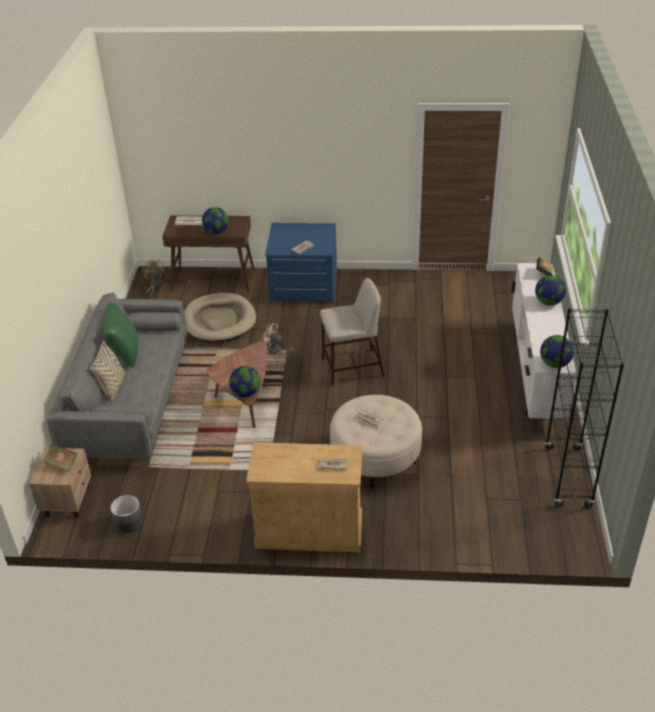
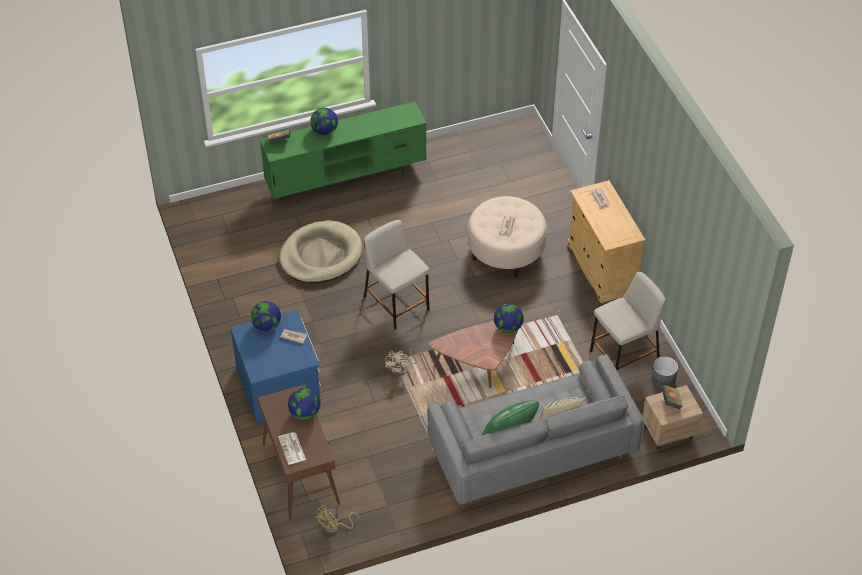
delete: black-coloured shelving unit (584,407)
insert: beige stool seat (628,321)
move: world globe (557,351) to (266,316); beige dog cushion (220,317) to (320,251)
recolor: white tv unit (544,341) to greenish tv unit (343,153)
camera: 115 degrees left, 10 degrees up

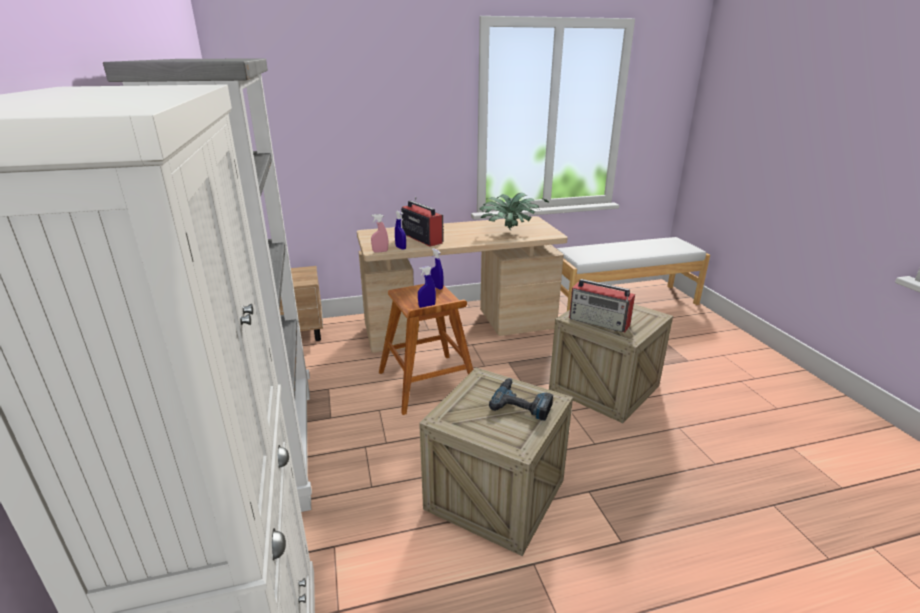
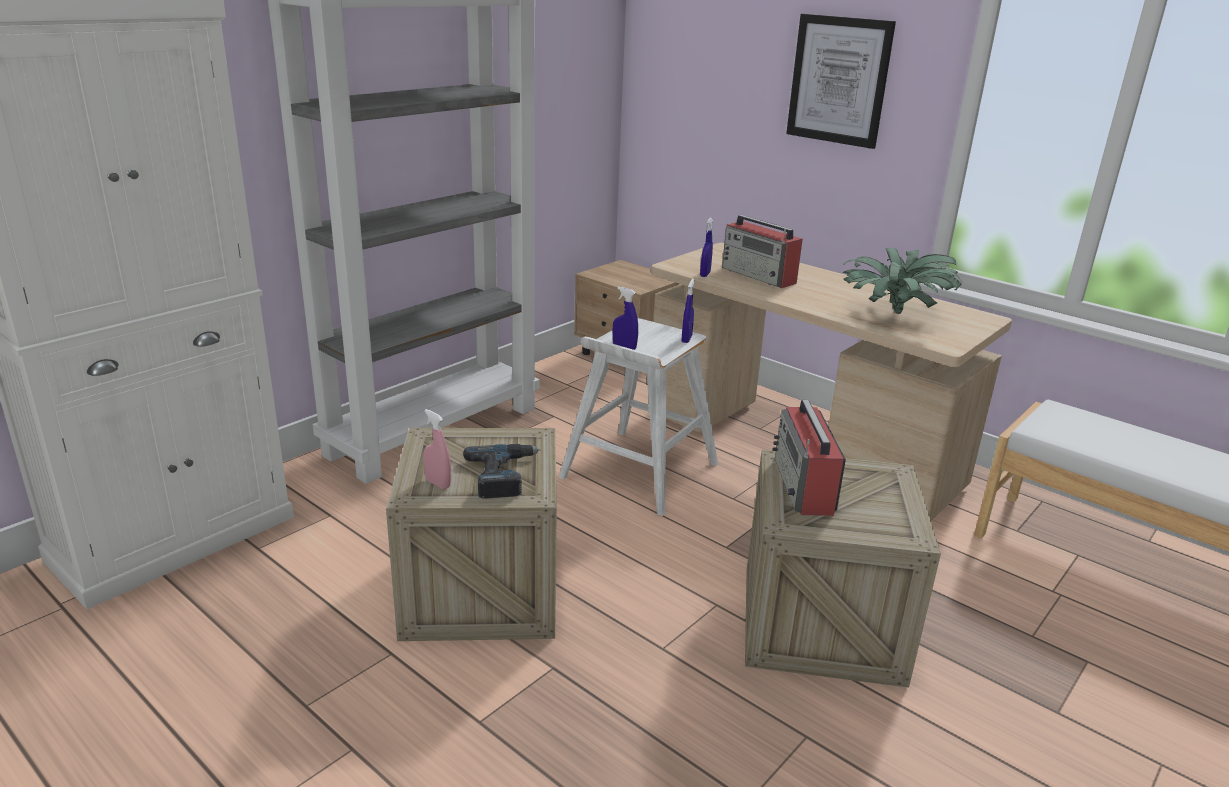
insert: wall picture (841,81)
move: pink-coloured hand sprayer (379,233) to (437,449)
recolor: brown-coloured stool seat (426,349) to white stool seat (638,417)
rotate: radio (422,222) = (762,251) 120 degrees clockwise
camera: 55 degrees right, 0 degrees up

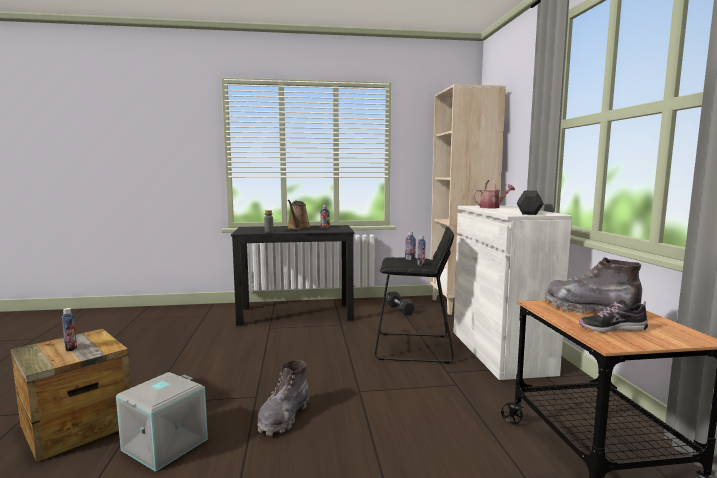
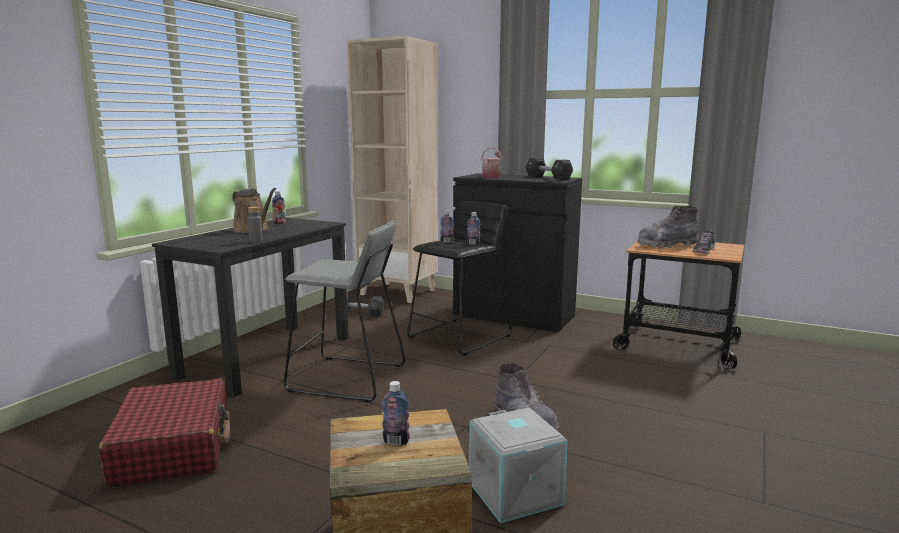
insert: reddish piece of luggage (164,432); greyish stool seat (344,312)
recolor: white cabinet (512,292) to black-coloured cabinet (517,252)
camera: 55 degrees left, 5 degrees up

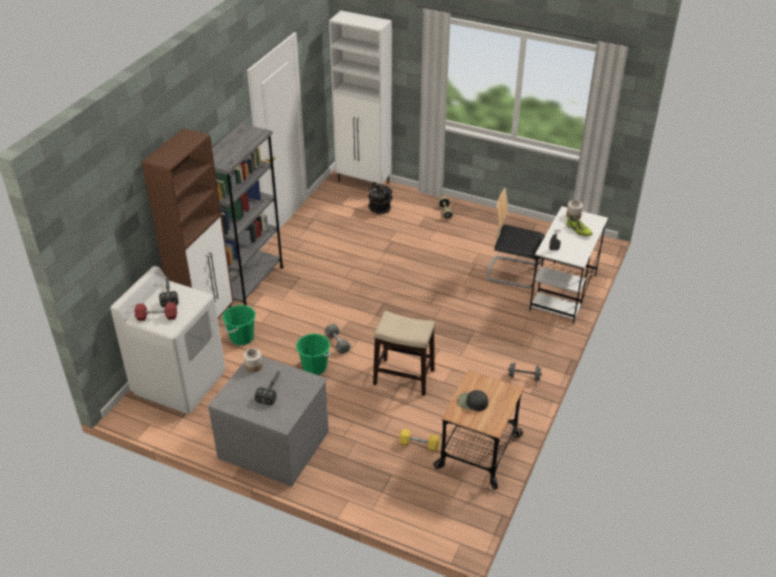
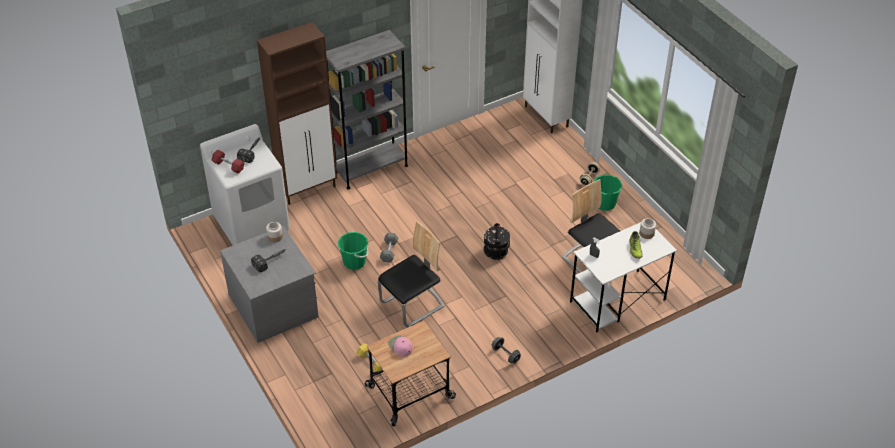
move: black-coloured pail (380,198) to (497,241); greenish pail (239,325) to (607,193)
replace: stool seat (404,353) to upright chair (411,274)
recolor: black-coloured cap (472,400) to pink-coloured cap (400,346)
camera: 35 degrees right, 5 degrees up

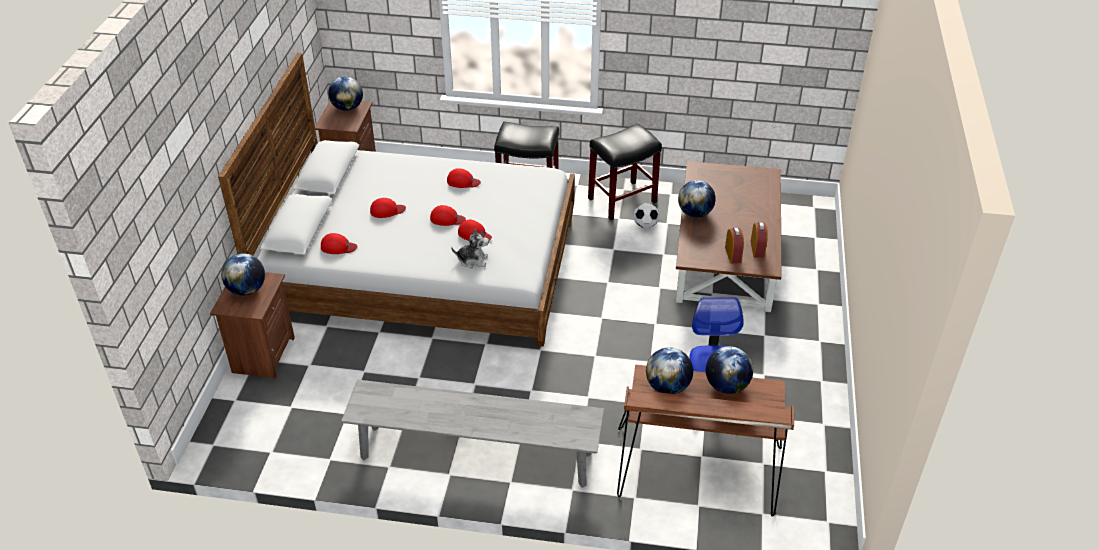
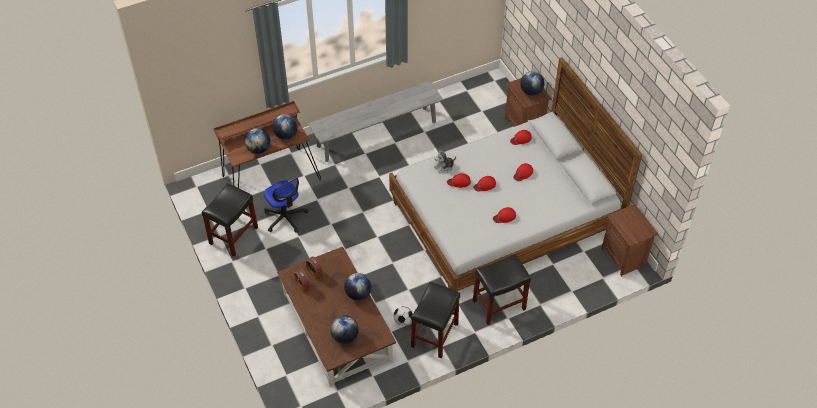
insert: black-coloured stool seat (230,219)
move: world globe (345,93) to (344,329)
camera: 145 degrees right, 10 degrees up

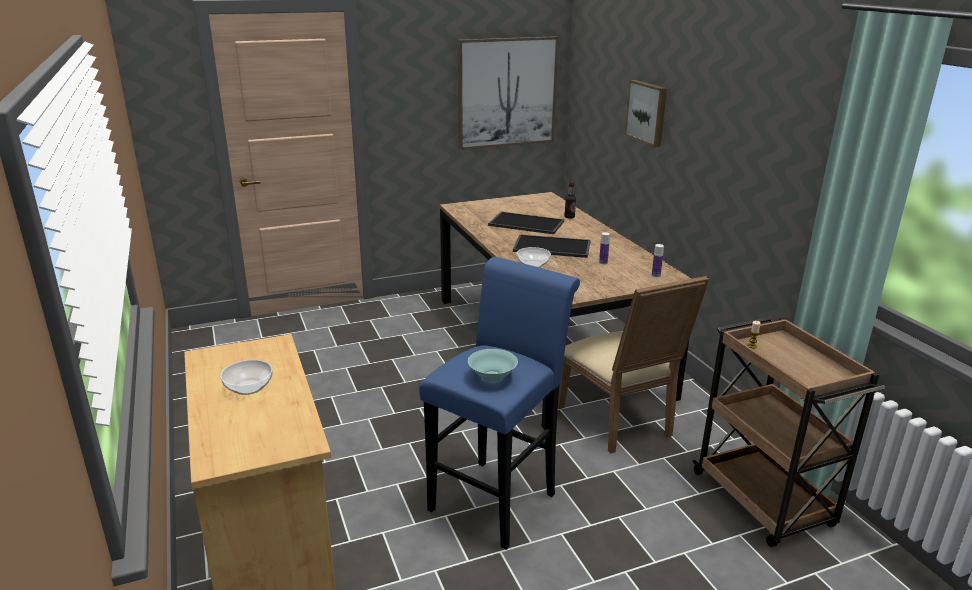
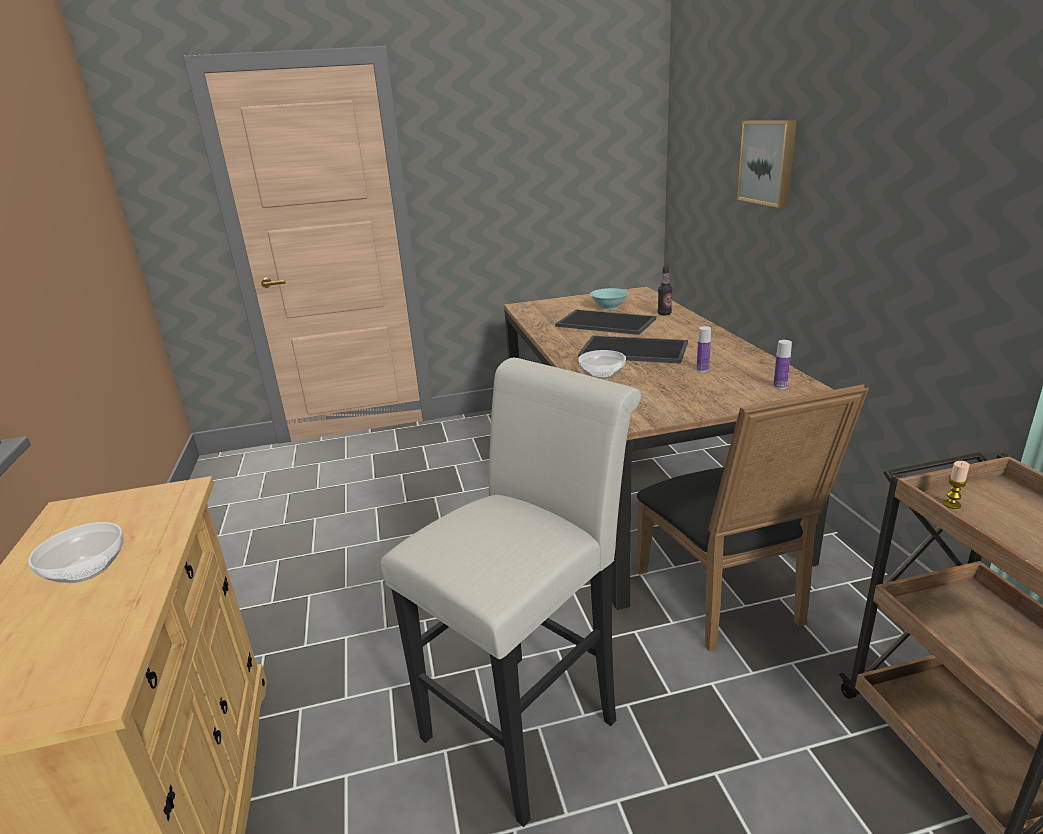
delete: wall picture (508,93)
move: blue-green bowl (493,366) to (609,299)
recolor: bluish stool seat (499,403) to white stool seat (510,592); beige upright chair (634,364) to black-coloured upright chair (753,517)
camera: 10 degrees right, 0 degrees up

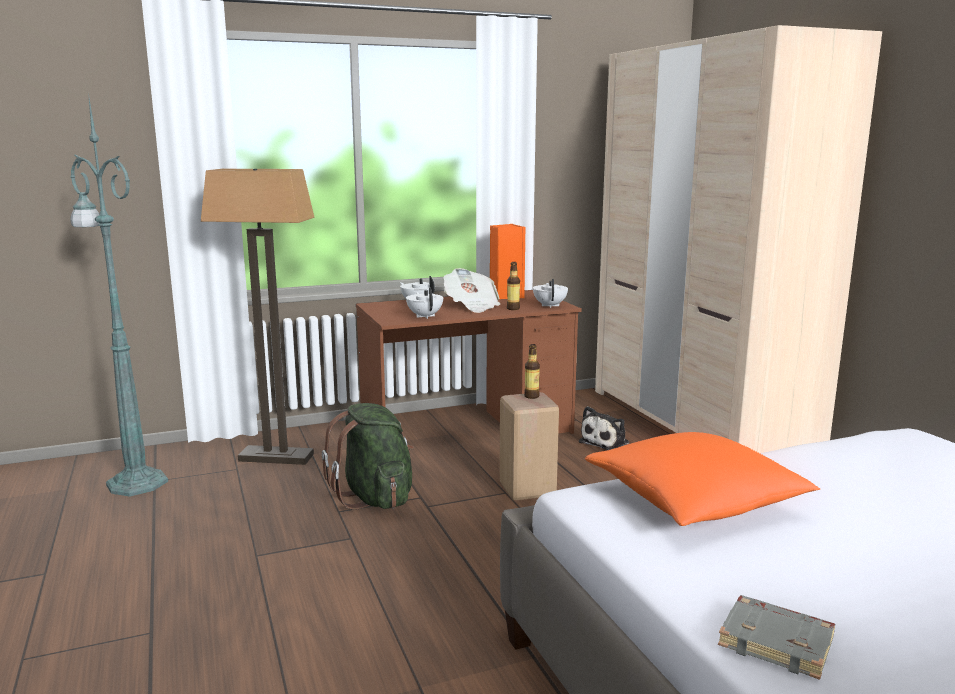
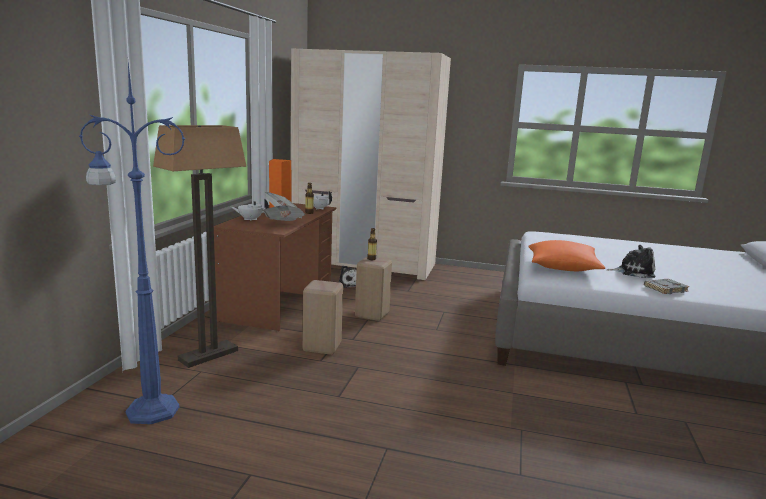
insert: soft toy (631,261)
replace: white pot for tea (424,303) to daily paper (283,213); greenish knapsack (368,456) to beige stool seat (323,317)
recolor: greenish standard lamp (119,295) to bluish standard lamp (132,243)
camera: 55 degrees left, 0 degrees up

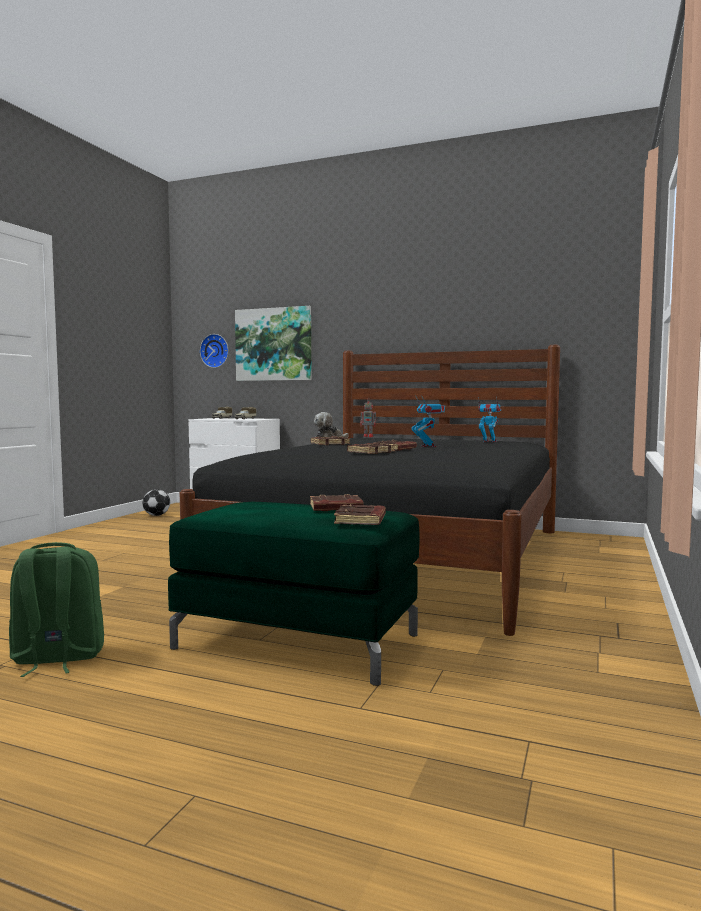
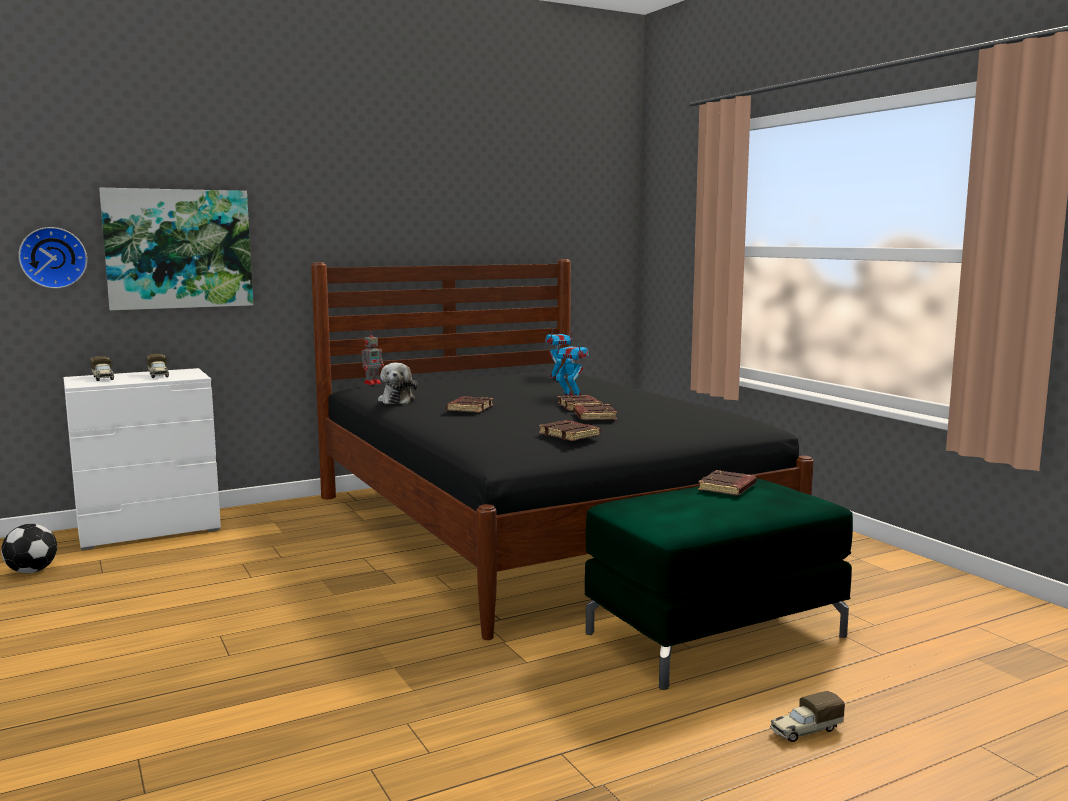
delete: greenish knapsack (56,609)
insert: model truck (807,716)
move: brown-coloured volume (360,514) to (570,430)
camera: 50 degrees left, 5 degrees up

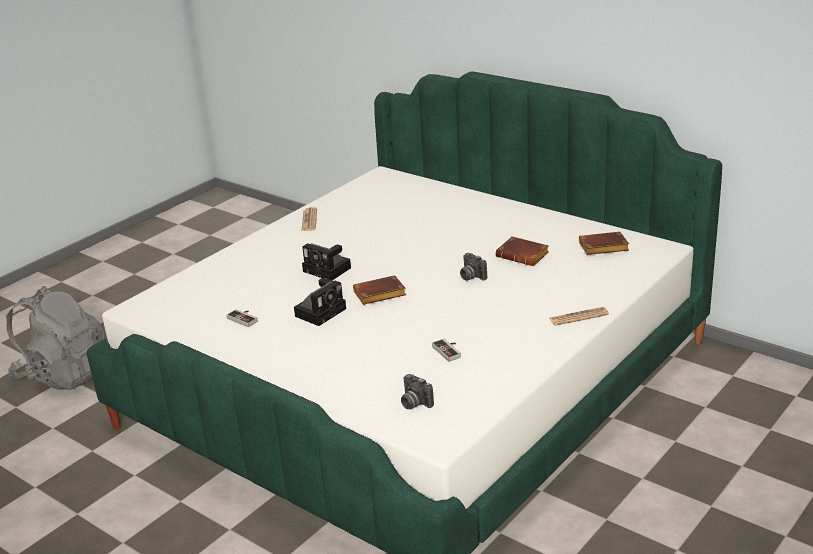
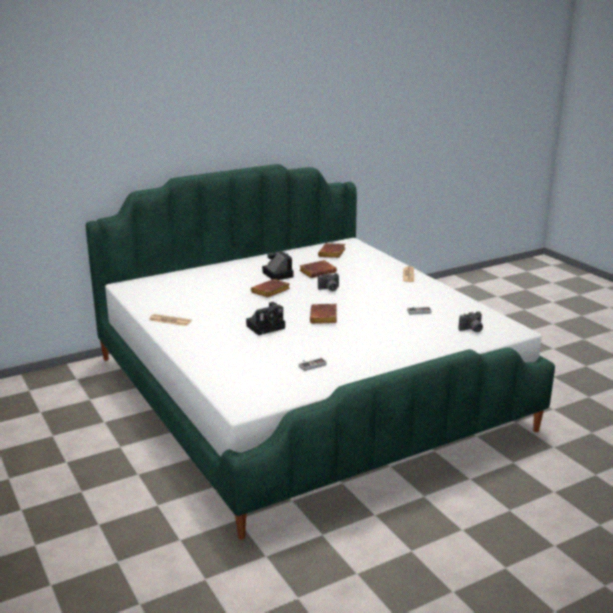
delete: greyish knapsack (55,338)
insert: brown-coloured volume (270,288)
move: still camera (320,302) to (278,265)
camera: 70 degrees left, 5 degrees down

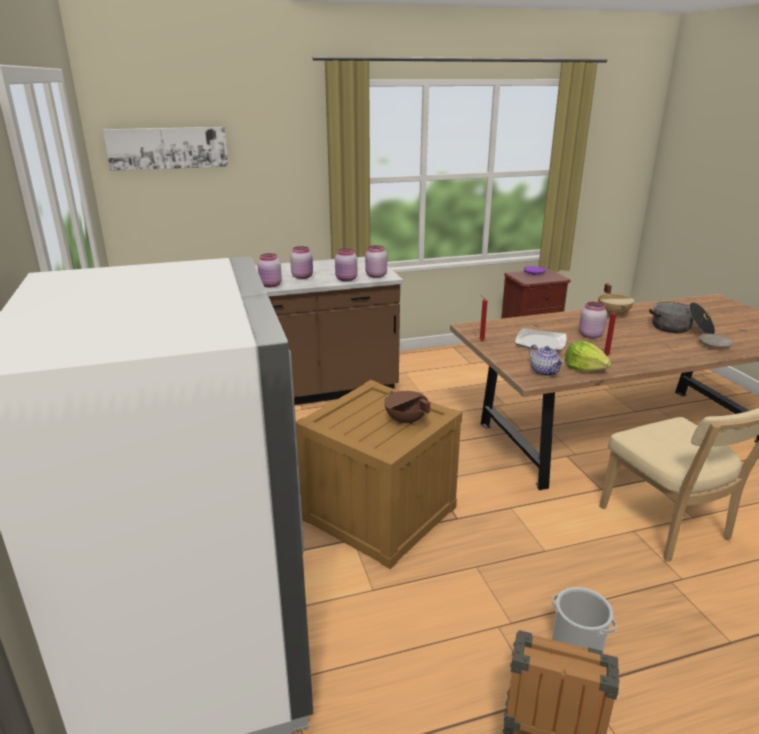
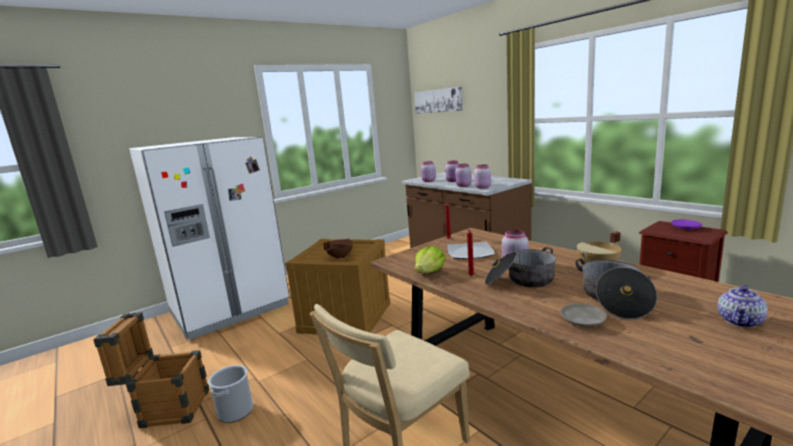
insert: saucepot (520,267)
move: pot for tea (546,360) to (743,306)
camera: 70 degrees right, 10 degrees down

